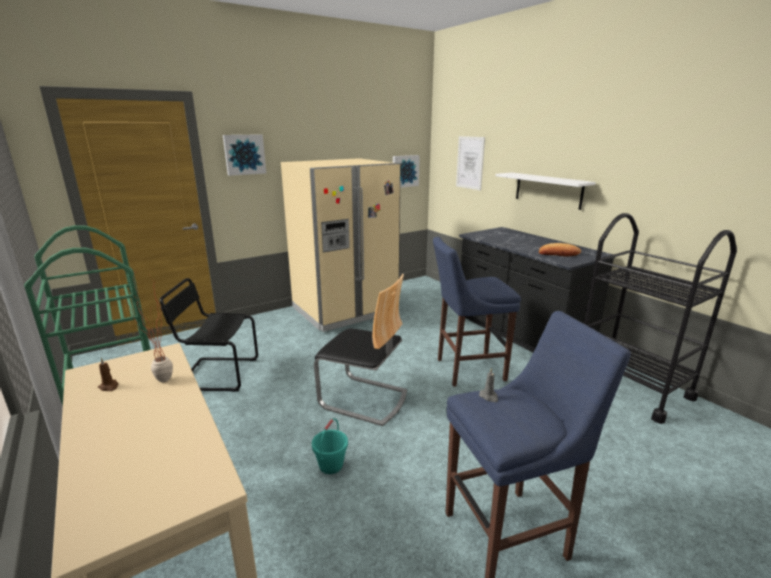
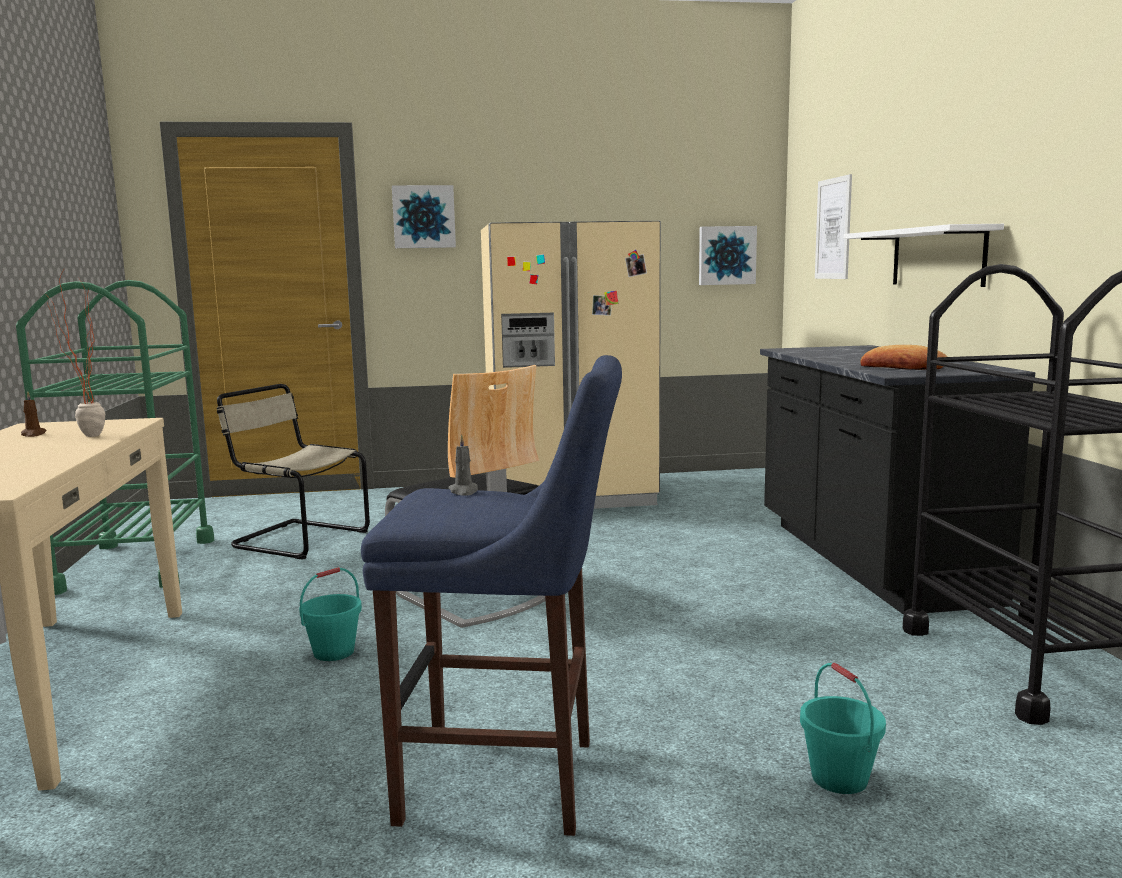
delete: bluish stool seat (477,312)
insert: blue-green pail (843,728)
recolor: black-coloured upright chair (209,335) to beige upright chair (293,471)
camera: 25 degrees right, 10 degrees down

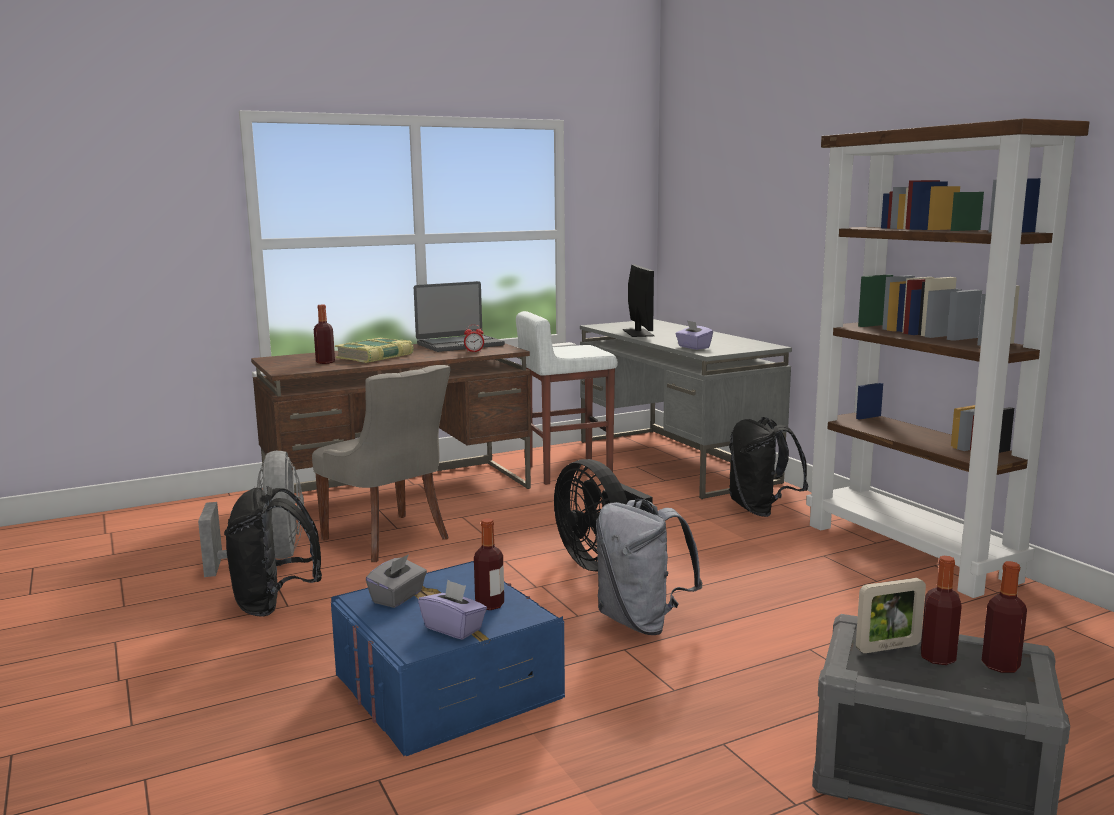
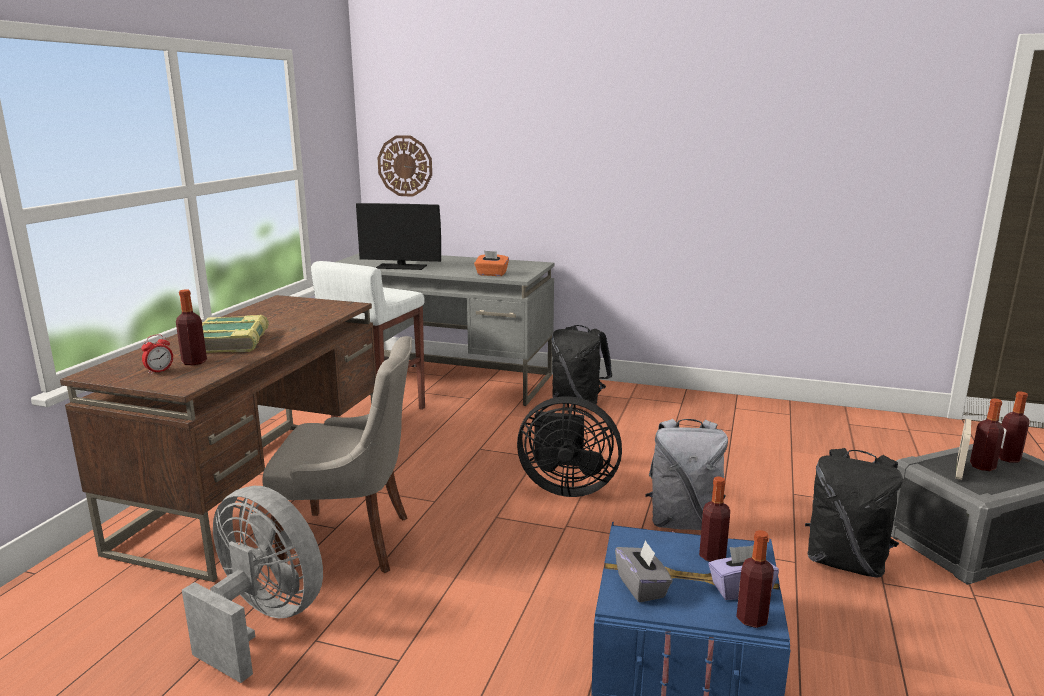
delete: notebook computer (459,316); brown-coloured shelving unit (947,358)
insert: hanging clock (404,166); beverage bottle (755,579)
move: bedside clock (474,338) to (157,354); black-coloured knapsack (273,551) to (854,512)
recolor: purplish box of tissues (694,335) to orange box of tissues (491,263)
rotate: computer screen (639,300) = (398,236) 150 degrees clockwise
camera: 45 degrees left, 5 degrees up

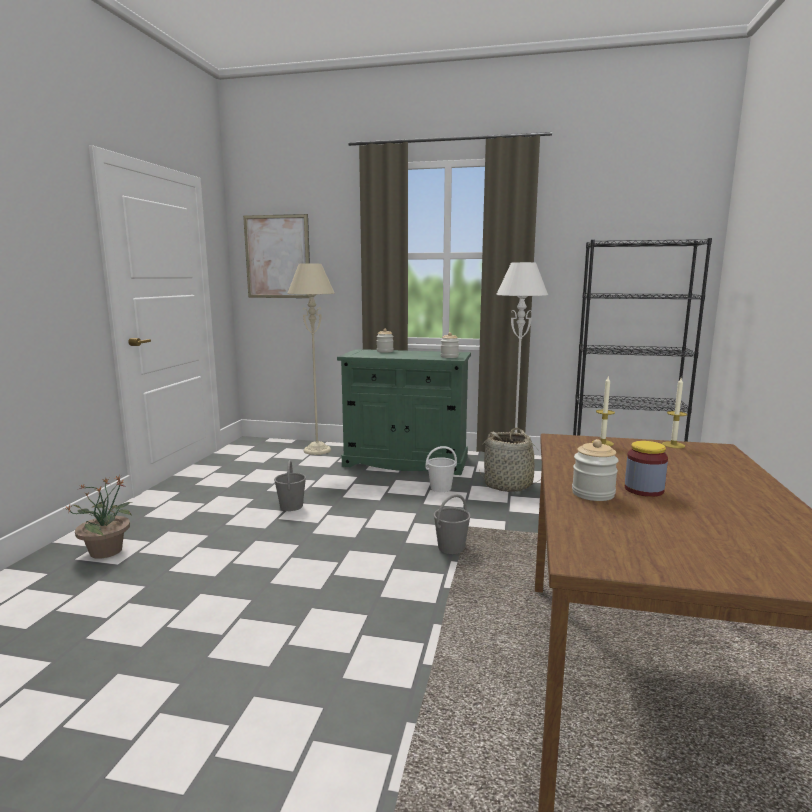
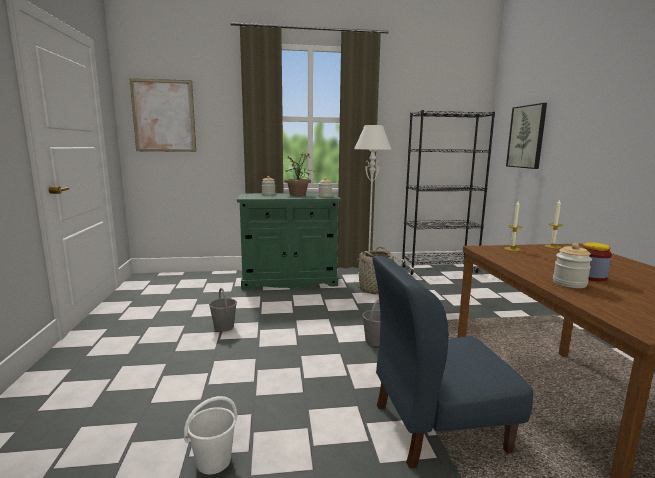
delete: beige standard lamp (311,359)
insert: bluish upright chair (452,362); wall picture (526,136)
move: white pail (441,469) to (210,435); potted plant (98,516) to (299,174)
camera: 20 degrees left, 0 degrees up

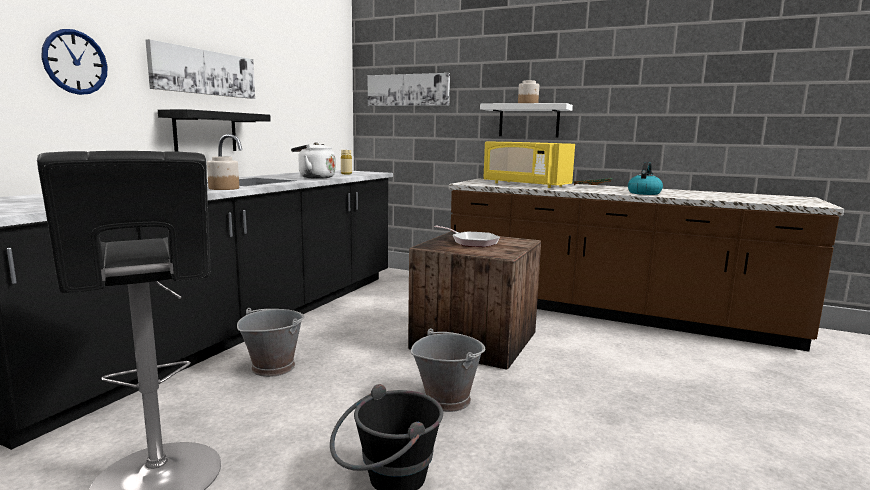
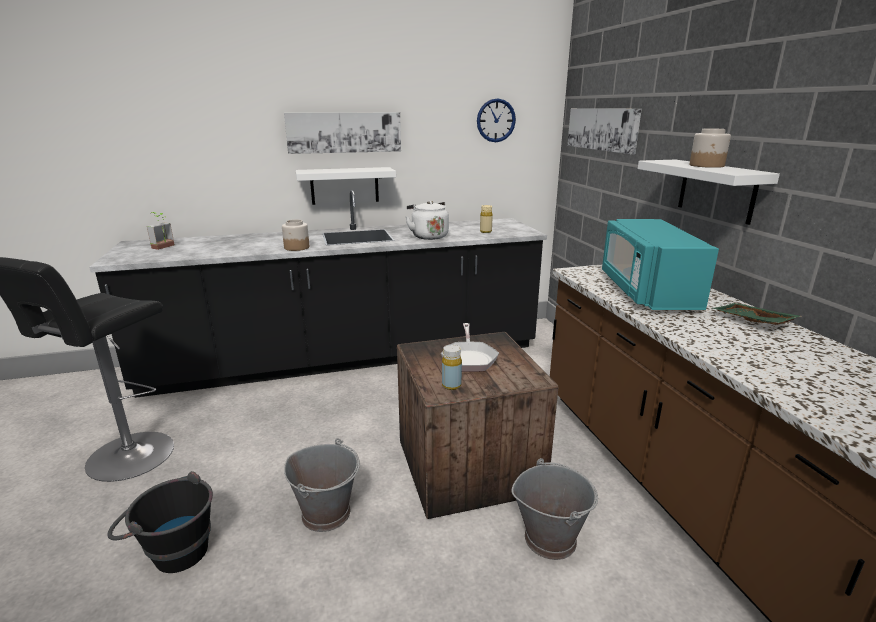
delete: kettle (645,178)
insert: potted plant (161,231); yellow-coloured beverage bottle (452,367)
move: hanging clock (74,62) to (496,120); greyish pail (271,342) to (554,509)
recolor: black-coloured shelf (214,130) to white shelf (346,186); yellow-coloured microwave (529,165) to blue-green microwave (660,264)
camera: 50 degrees right, 10 degrees up

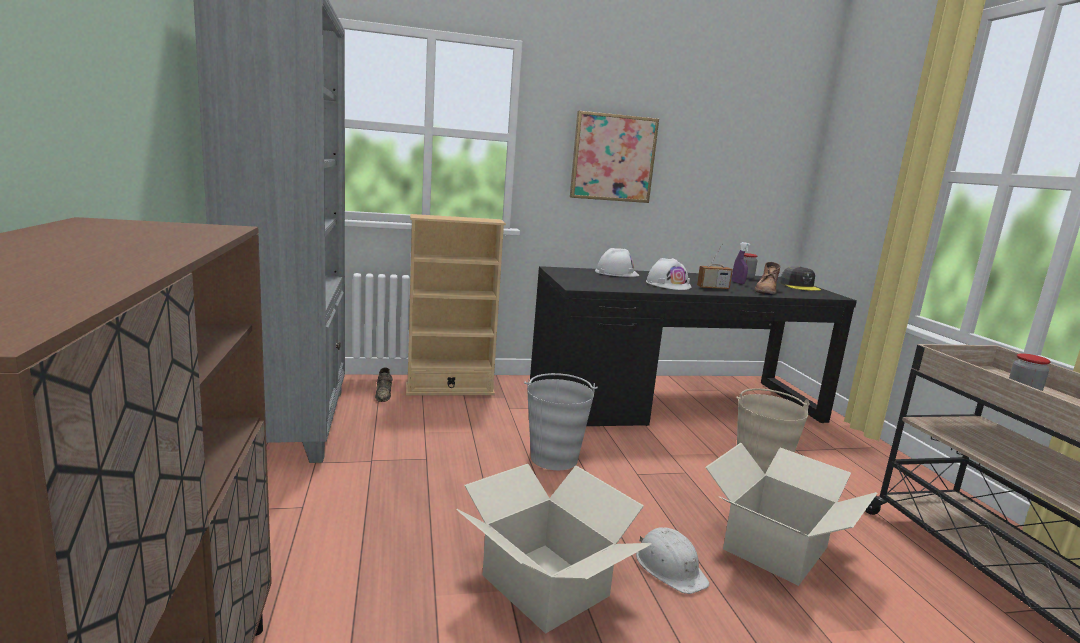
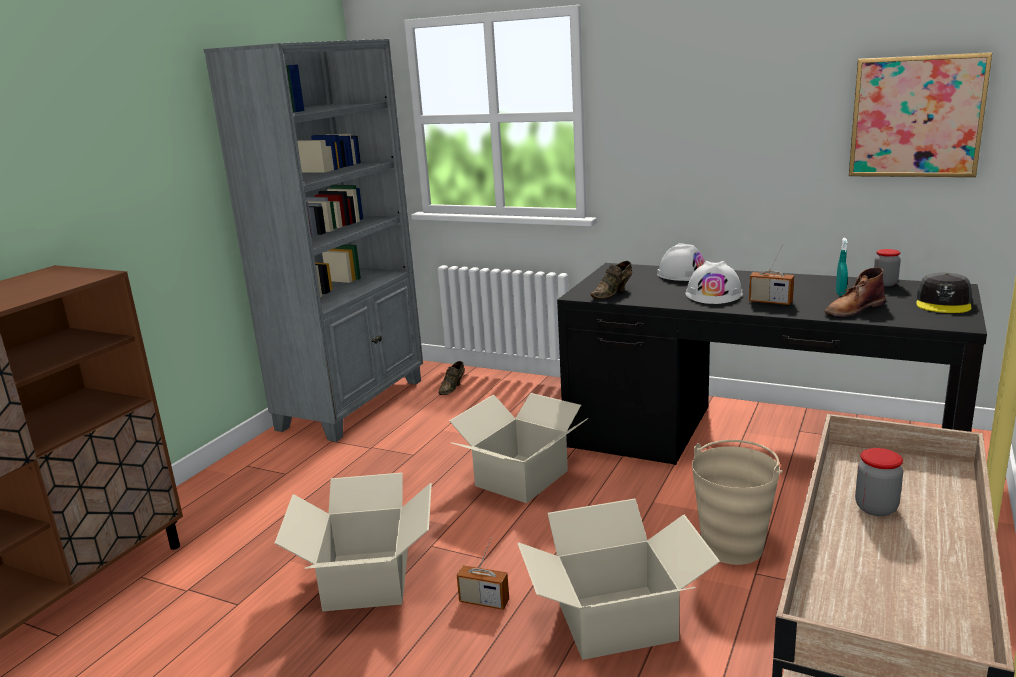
delete: beige shelving unit (456,305)
insert: brown-coloured low shoe (611,280)
move: wall picture (614,157) to (920,114)
replace: greyish pail (561,421) to packing box (519,448); white work helmet (673,560) to radio (483,573)
recolor: purplish hand sprayer (741,263) to blue-green hand sprayer (842,267)
camera: 40 degrees right, 5 degrees up

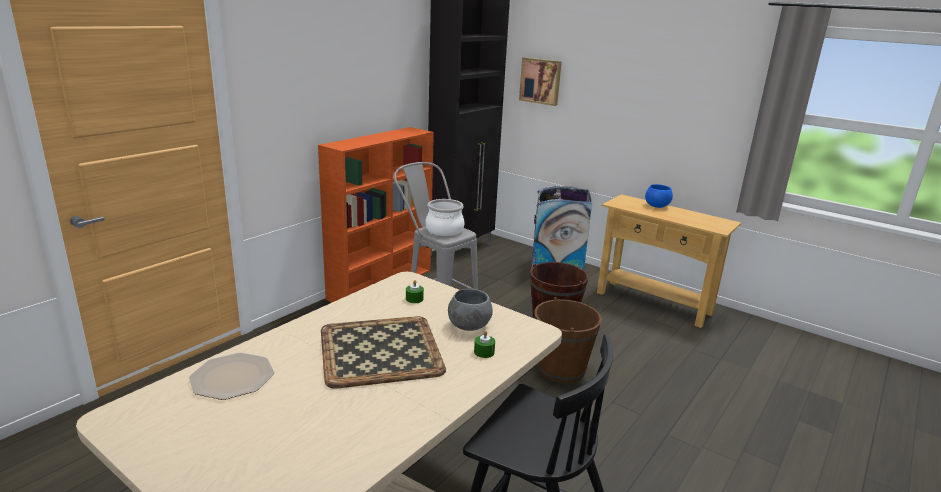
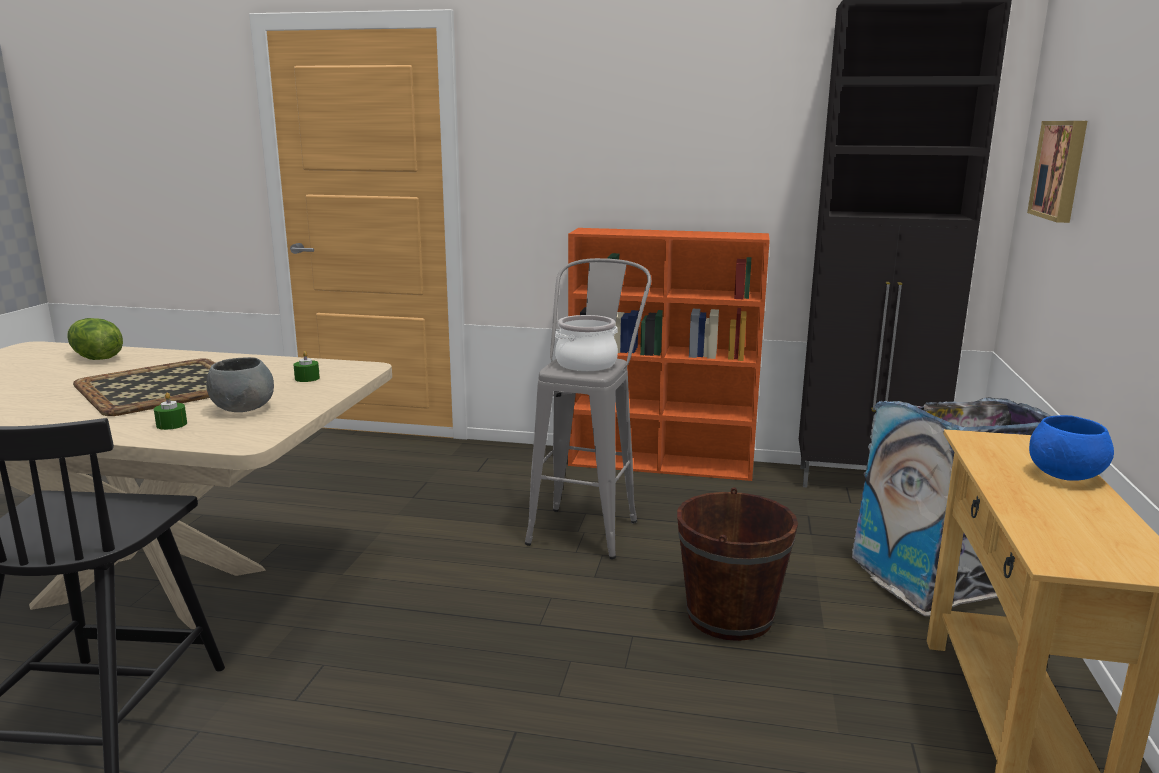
delete: brown-coloured pail (568,340)
replace: dinner plate (231,376) to lettuce head (95,339)
camera: 65 degrees right, 5 degrees down

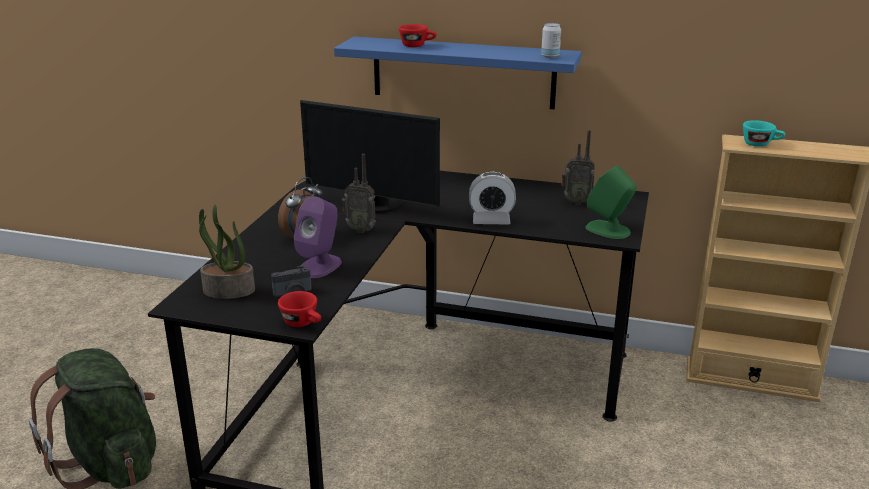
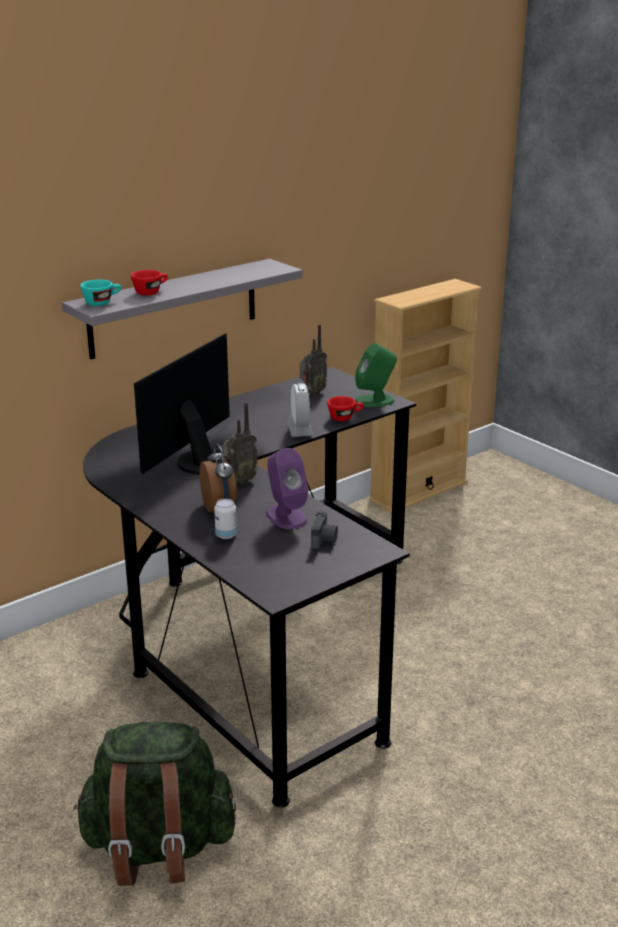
delete: potted plant (227,251)
move: blue-green drinking cup (764,133) to (100,293); sealed can (551,40) to (225,519); reddish drinking cup (299,309) to (345,408)
recolor: bluish shelf (458,72) to greyish shelf (182,309)
rotate: computer screen (370,156) = (182,404) 150 degrees clockwise; bedside clock (492,198) = (300,410) 45 degrees counterclockwise
camera: 55 degrees left, 0 degrees up

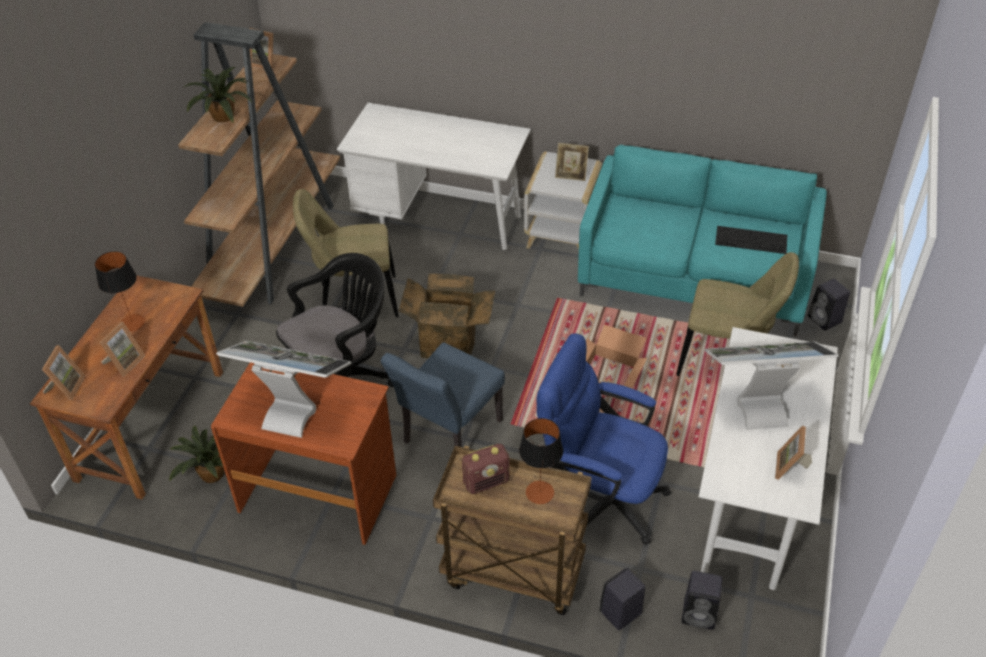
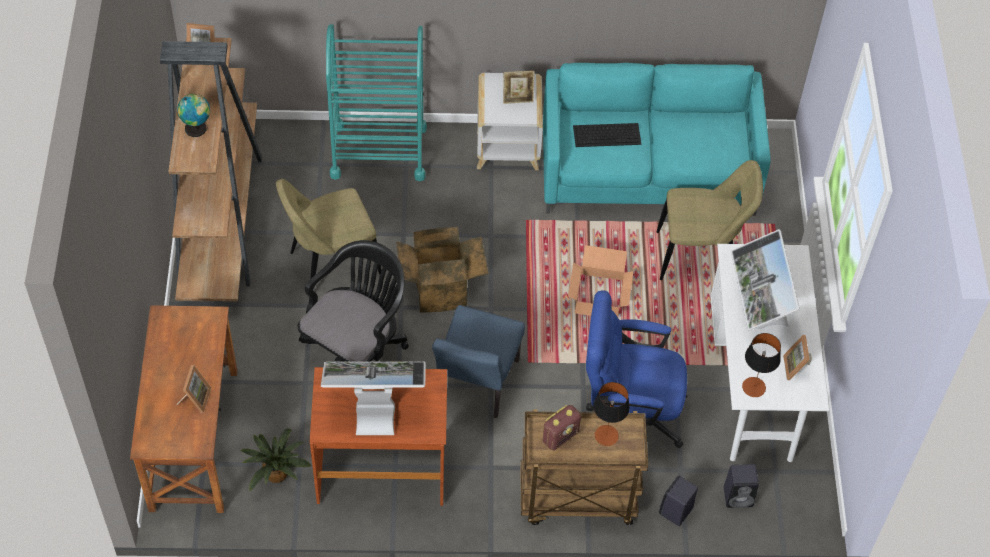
delete: standing frame (63,372); black-coloured loudspeaker (829,305)
move: keyboard (751,240) to (607,135); tabletop lamp (120,291) to (761,365)
replace: potted plant (218,94) to world globe (193,115); white desk table (434,176) to blue-green cart (376,102)
rotate: computer screen (772,386) = (765,280) 75 degrees counterclockwise
camera: 20 degrees left, 10 degrees up

